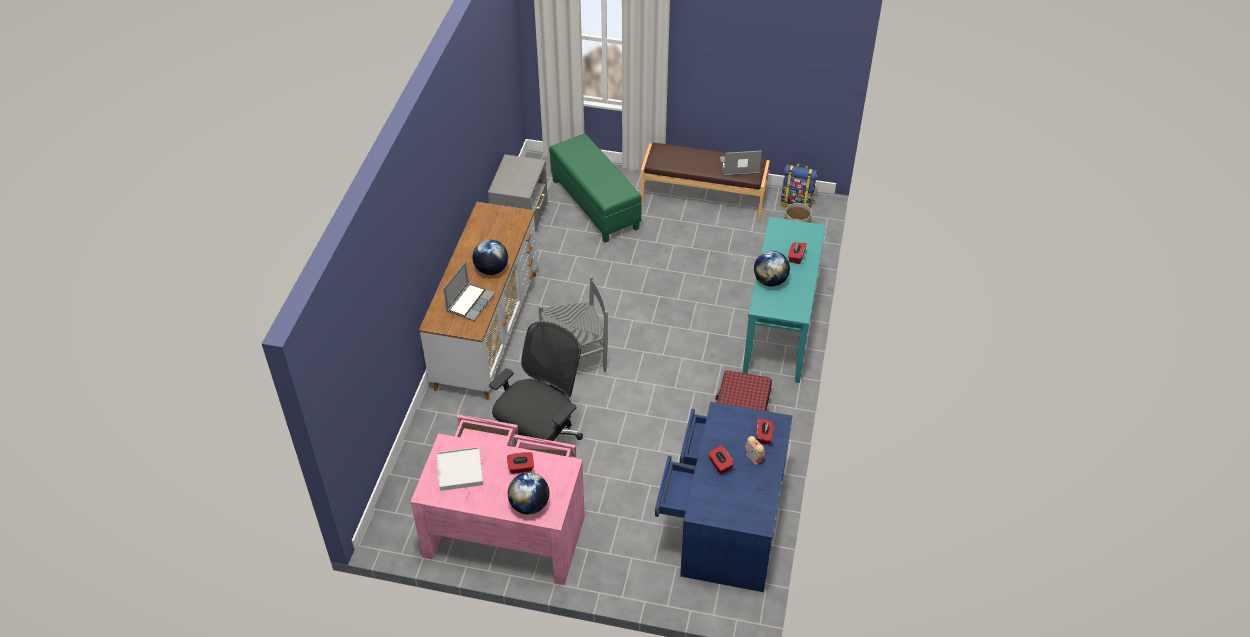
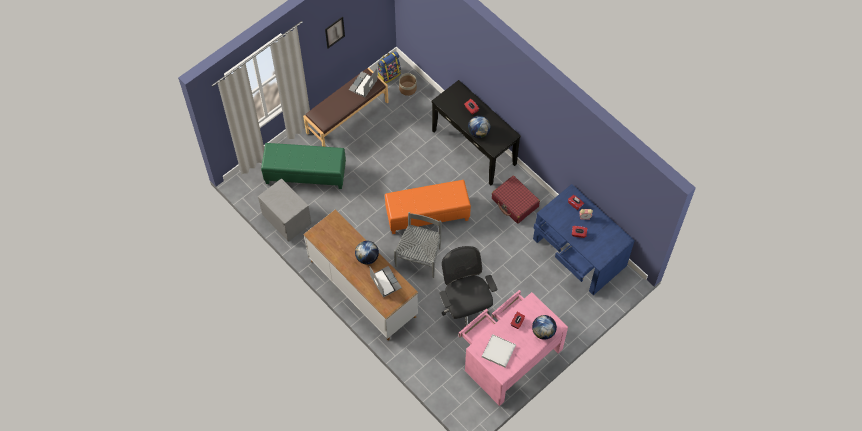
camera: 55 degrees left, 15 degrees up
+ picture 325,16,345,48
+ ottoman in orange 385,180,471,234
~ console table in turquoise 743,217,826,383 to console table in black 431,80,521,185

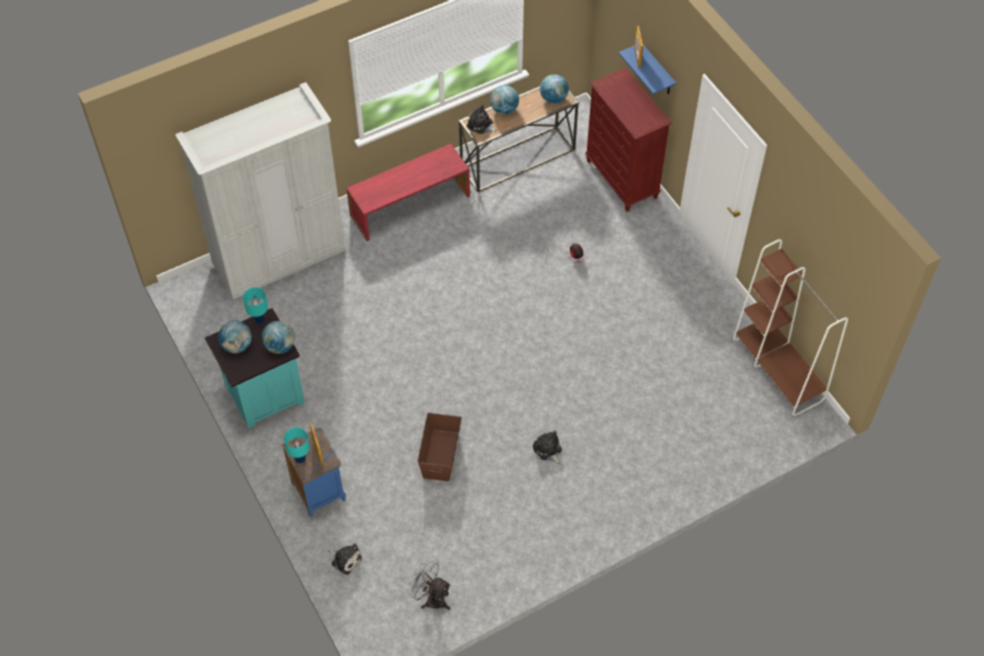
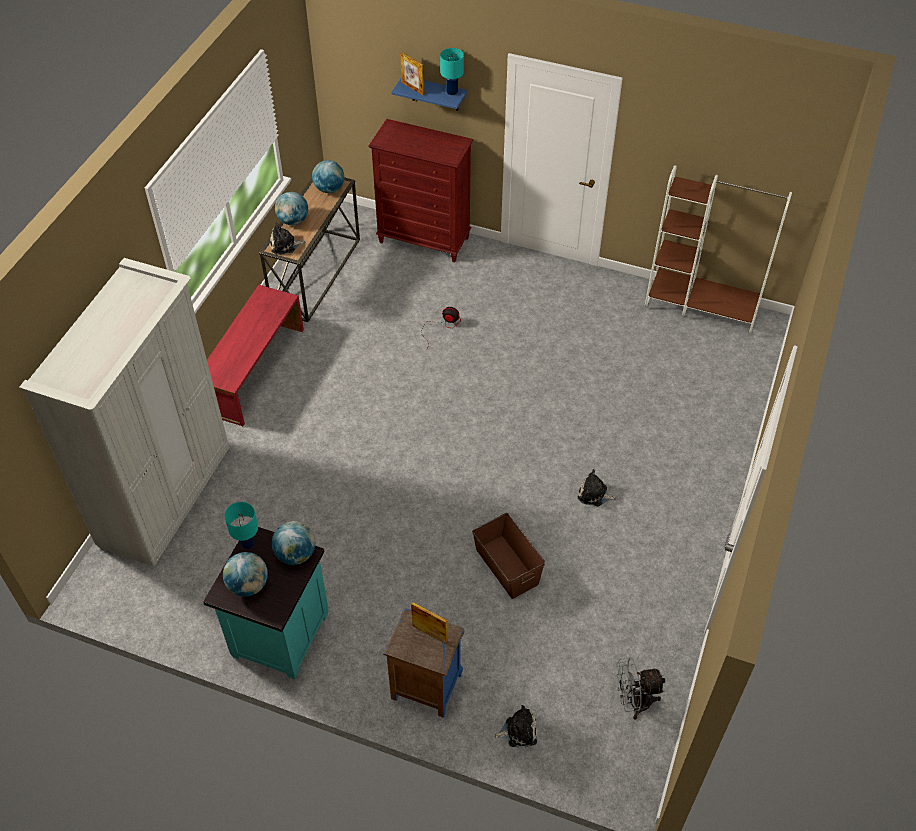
camera: 40 degrees left, 5 degrees down
~ table lamp in turquoise 284,427,310,463 to 440,48,464,95

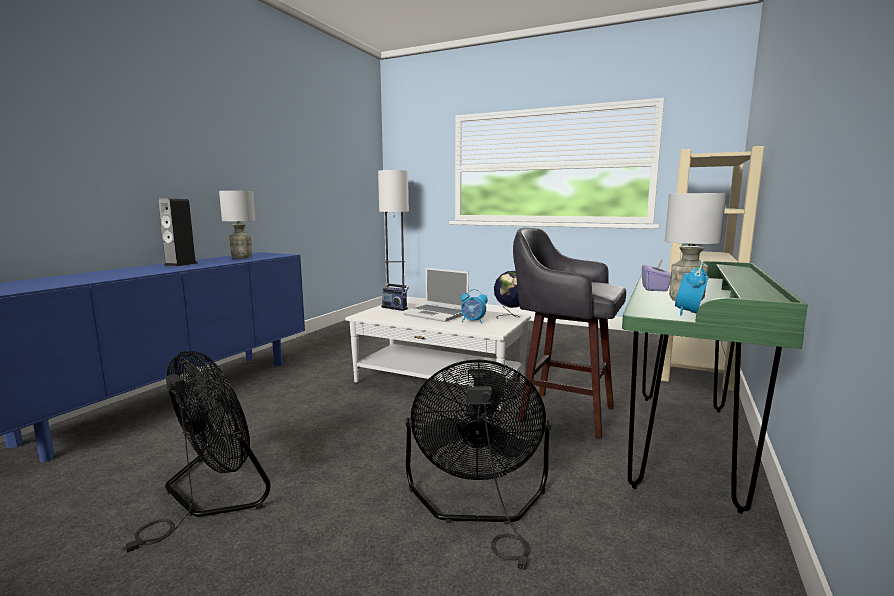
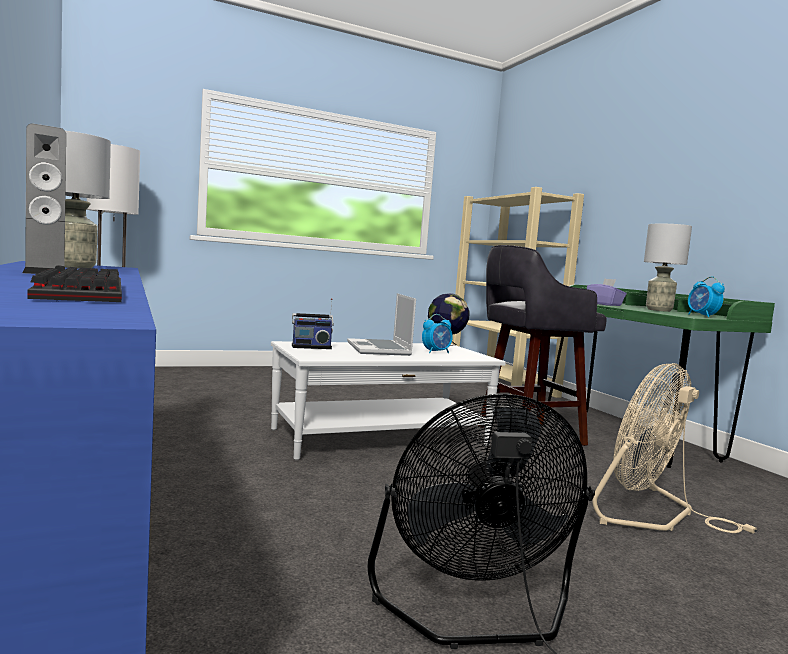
camera: 50 degrees left, 5 degrees down
+ keyboard 27,265,122,302
~ laptop 402,268,469,322 = 347,293,416,356 90 degrees clockwise
~ fan in black 406,360,551,570 to fan in beige 592,363,759,533

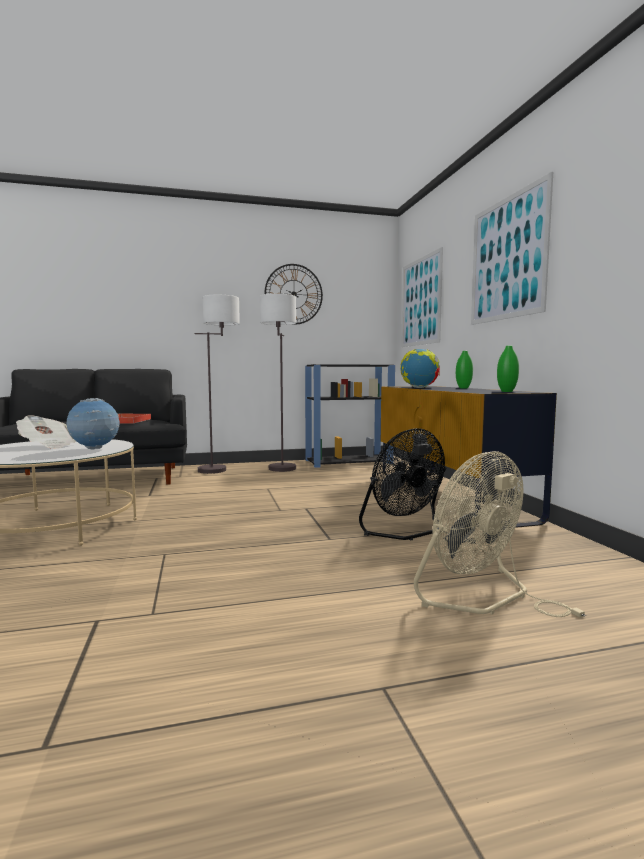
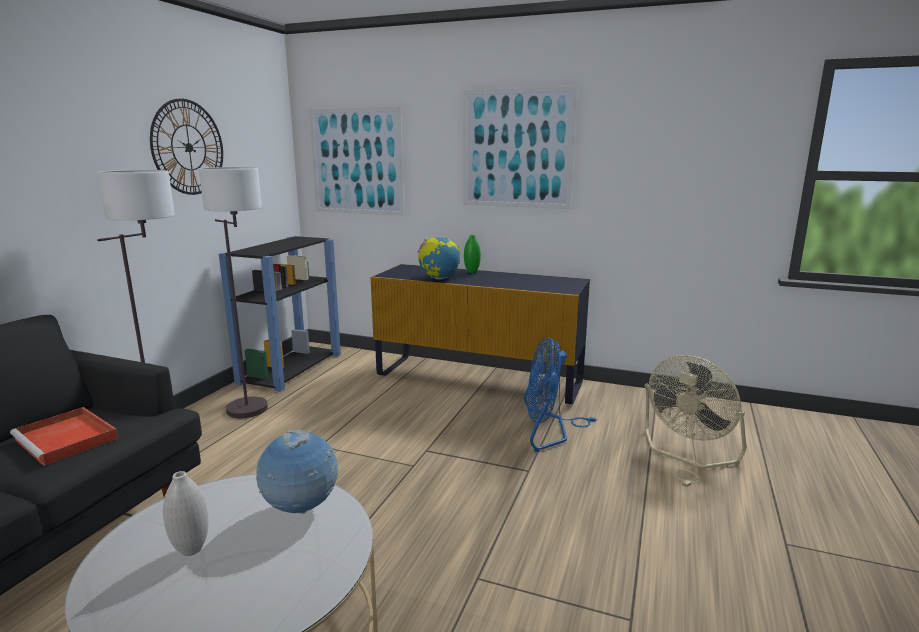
camera: 55 degrees left, 10 degrees up
~ newspaper 16,415,76,449 to vase in white 163,471,209,556
~ fan in black 359,428,476,544 to fan in blue 524,338,596,453
~ fan in beige 414,451,585,618 = 645,355,746,487 135 degrees clockwise
- vase in green 497,346,519,392

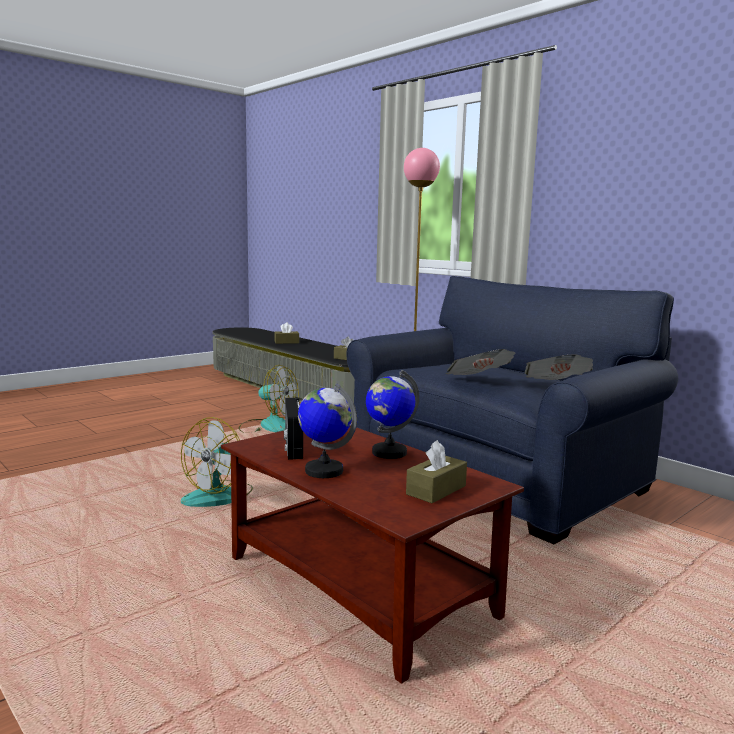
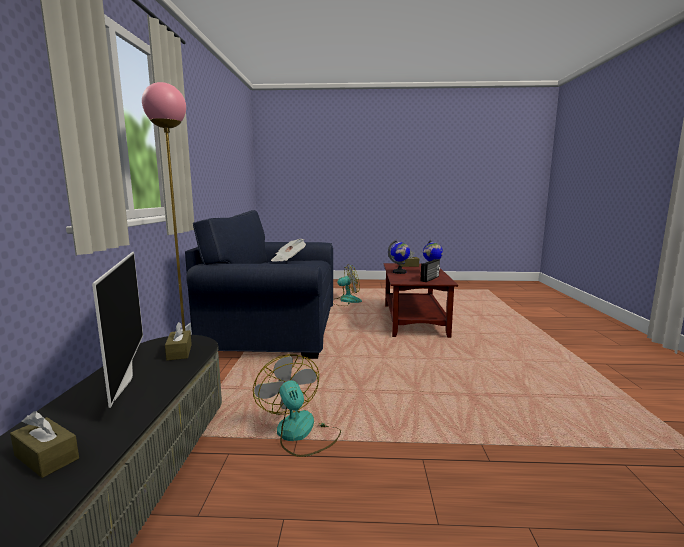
camera: 135 degrees left, 0 degrees up
+ television 92,252,143,408
~ fan 181,417,253,507 to 333,264,362,306
- newspaper 446,349,516,375

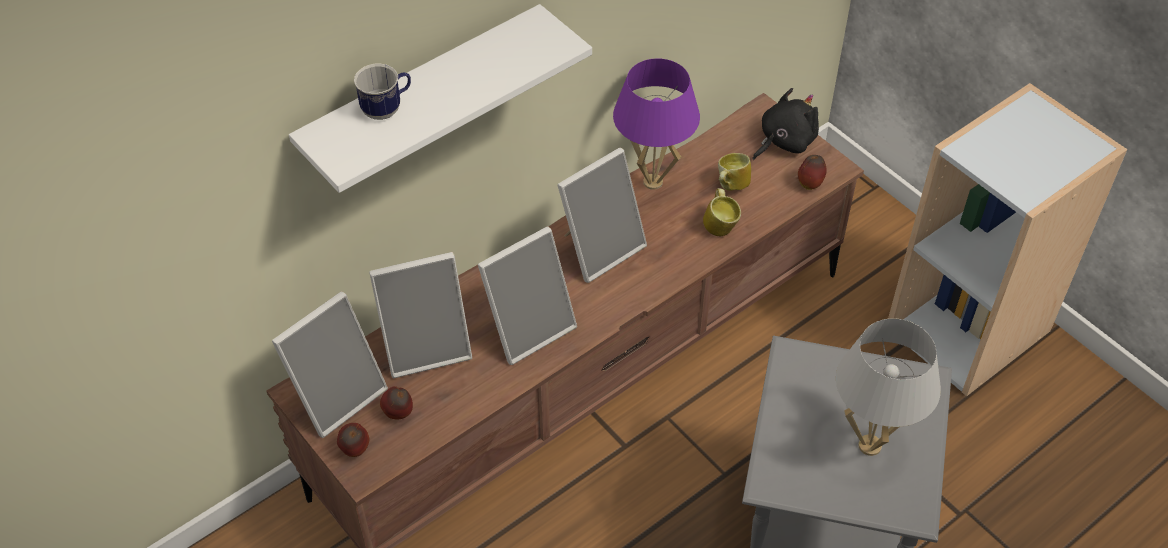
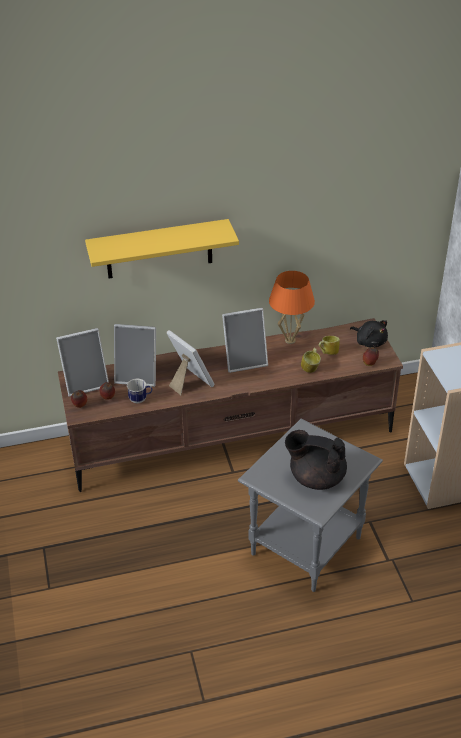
camera: 25 degrees right, 10 degrees down
~ shelf in white 289,4,592,193 to shelf in yellow 85,219,239,279
~ mug 354,64,411,120 to 127,379,152,403
~ picture frame 478,227,577,365 = 166,330,214,395 120 degrees counterclockwise
~ table lamp in purple 613,58,700,190 to table lamp in orange 269,271,315,344
~ table lamp in white 836,318,941,456 to teapot in black 285,430,347,490
~ plush toy in black 753,88,819,160 = 350,320,388,347 60 degrees clockwise

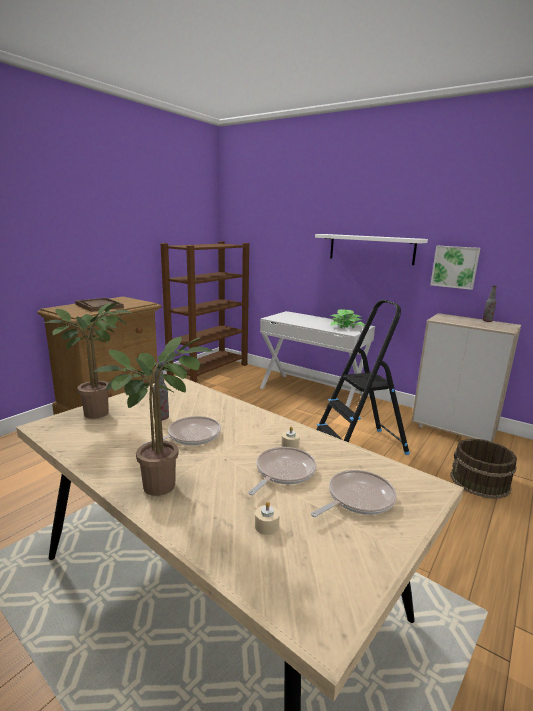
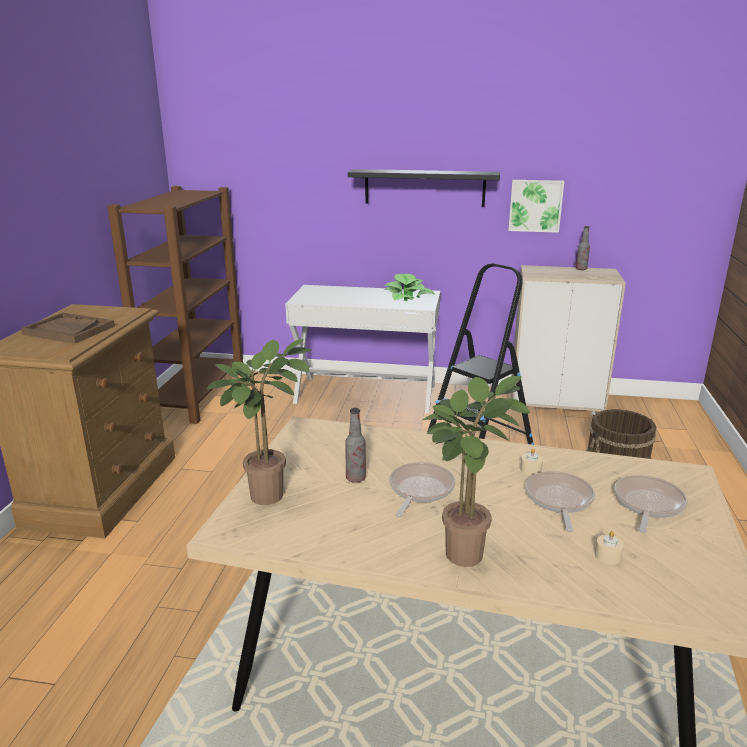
camera: 25 degrees left, 5 degrees up
~ shelf in white 315,234,428,265 to shelf in black 348,169,500,207

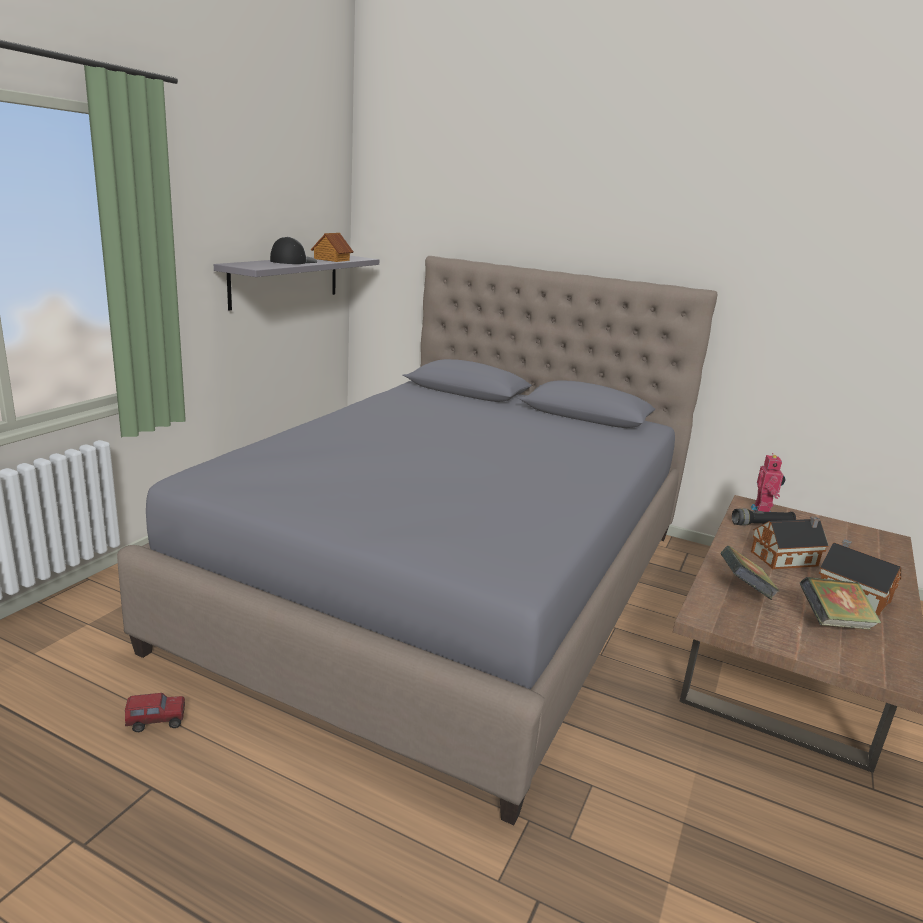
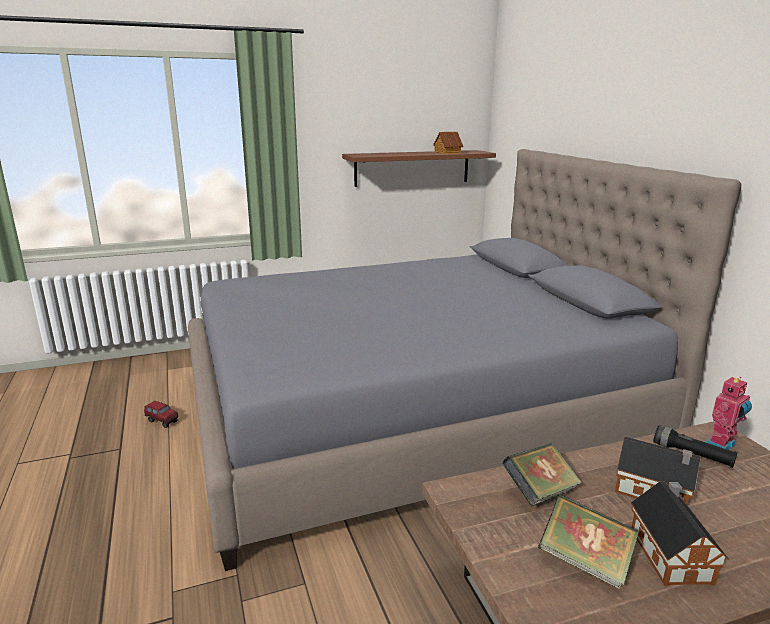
camera: 45 degrees right, 0 degrees up
~ shelf in grey 214,256,379,310 to shelf in brown 342,150,496,187
- cap 270,236,317,264

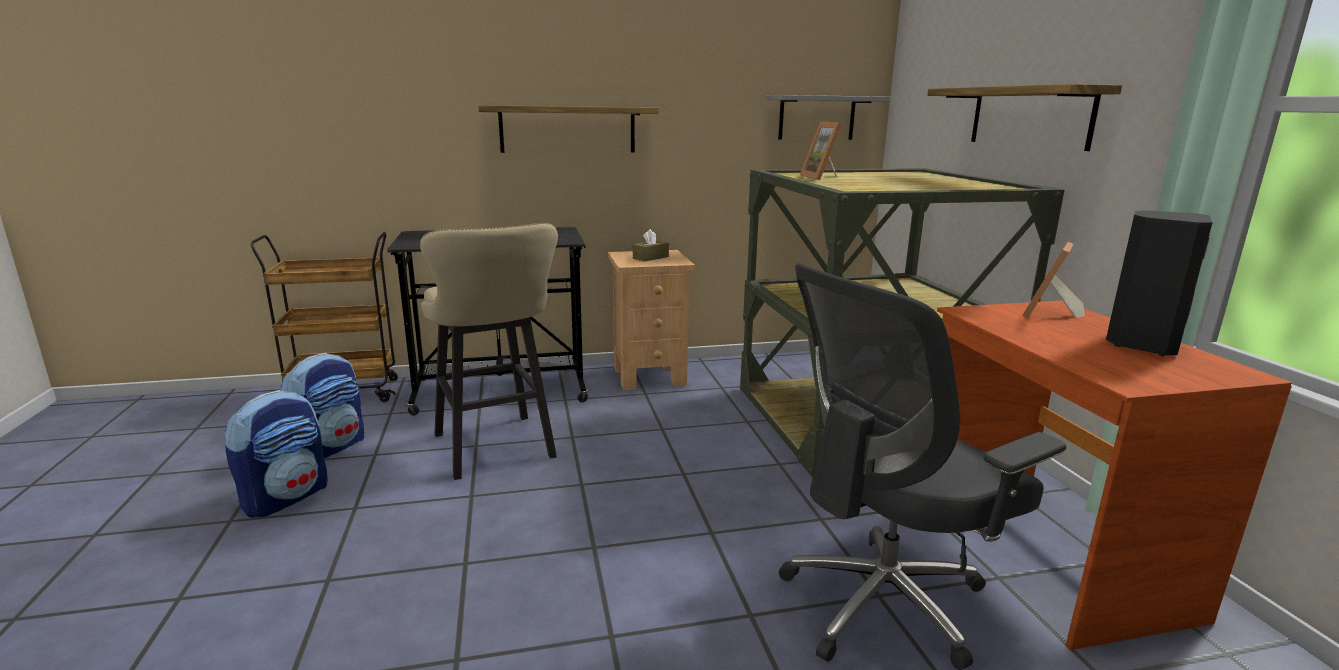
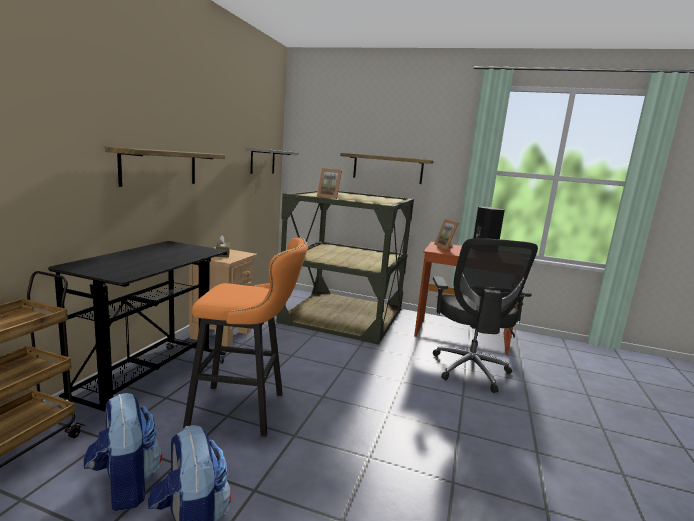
camera: 60 degrees left, 5 degrees down
~ stool in beige 420,223,558,480 to stool in orange 183,238,308,437

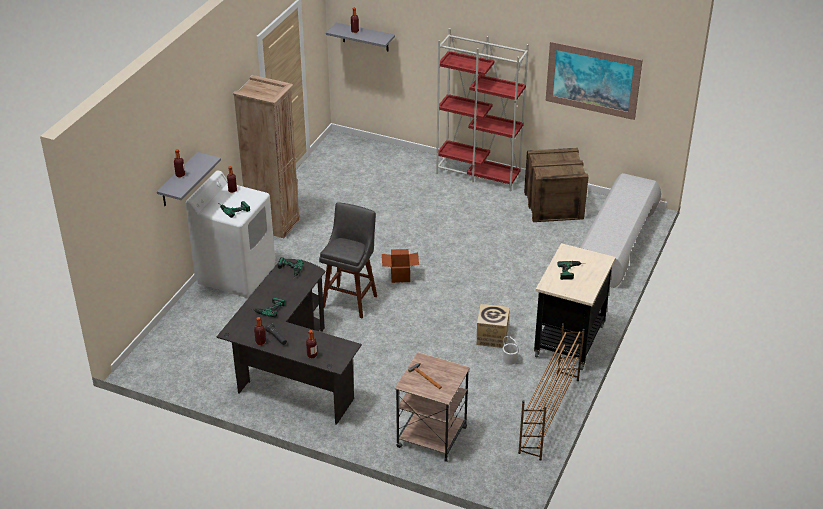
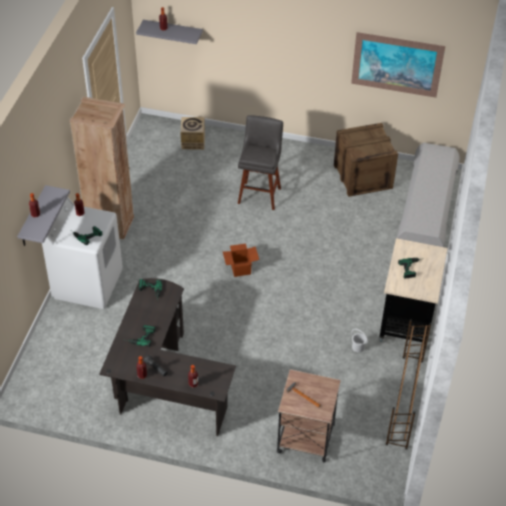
camera: 10 degrees left, 10 degrees up
~ cardboard box 477,304,510,348 to 180,117,205,150
~ stool in grey 319,202,377,318 to 238,115,283,210
- bookcase in red 436,28,529,191

